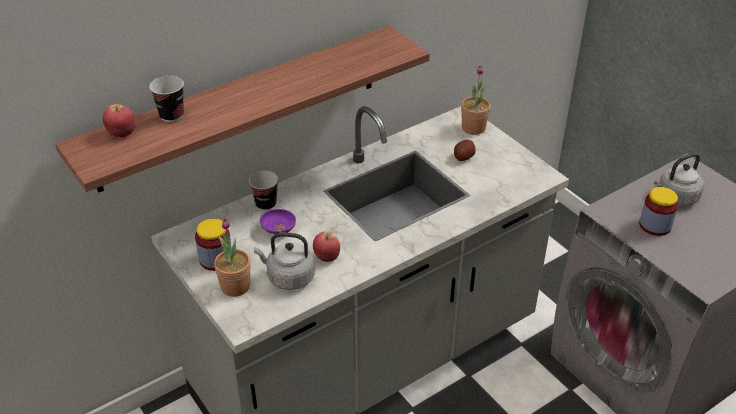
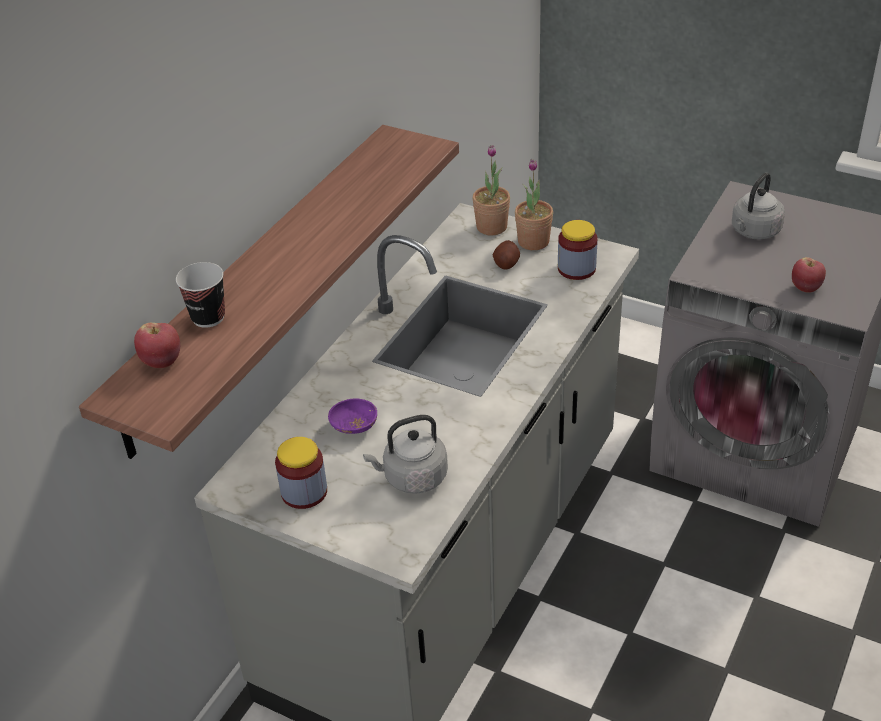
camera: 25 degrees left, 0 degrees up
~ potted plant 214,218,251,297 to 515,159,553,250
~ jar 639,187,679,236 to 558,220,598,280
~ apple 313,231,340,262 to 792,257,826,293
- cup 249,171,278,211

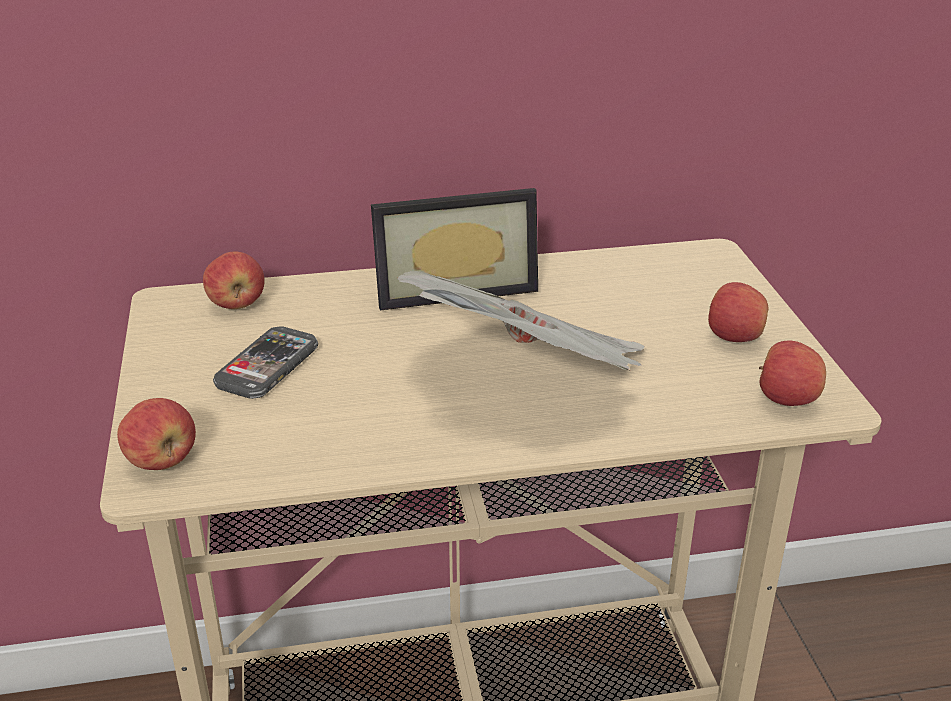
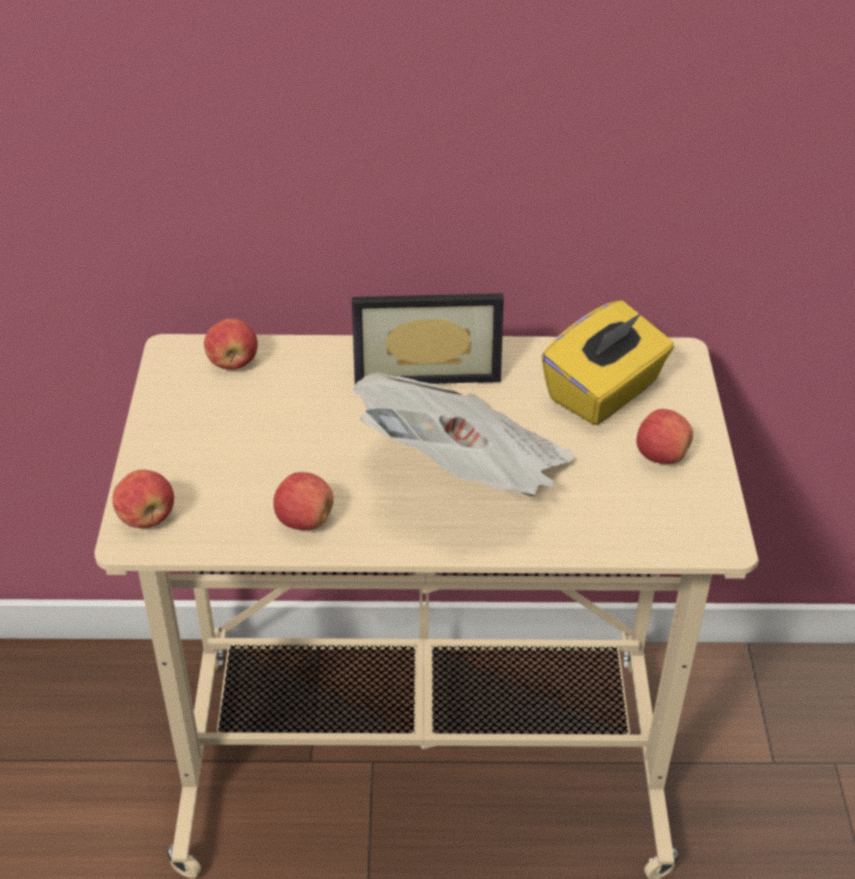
camera: 10 degrees right, 10 degrees up
~ apple 759,341,826,406 to 273,472,334,530
+ tissue box in yellow 541,300,674,425
- phone 213,326,318,399

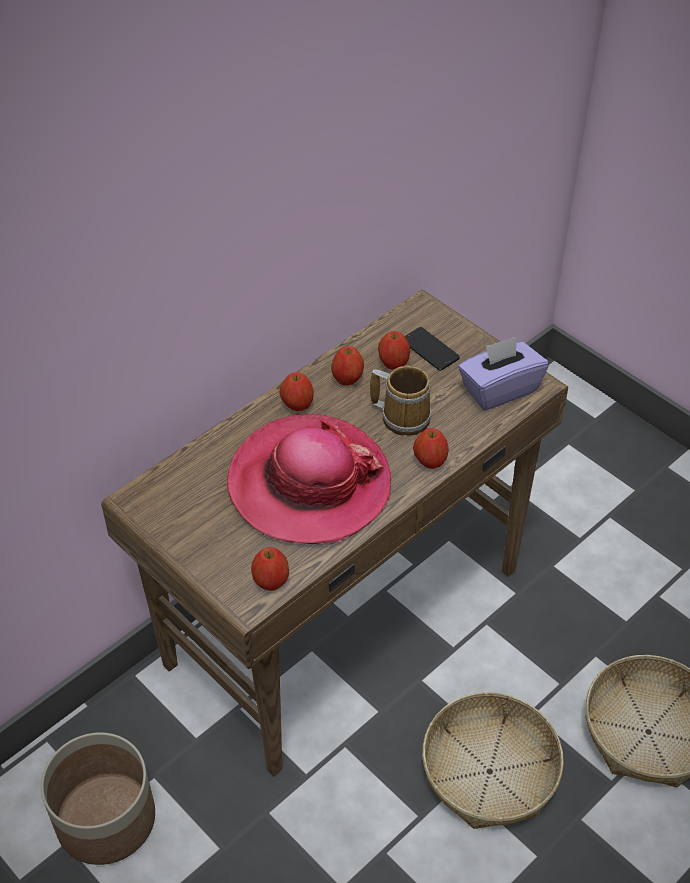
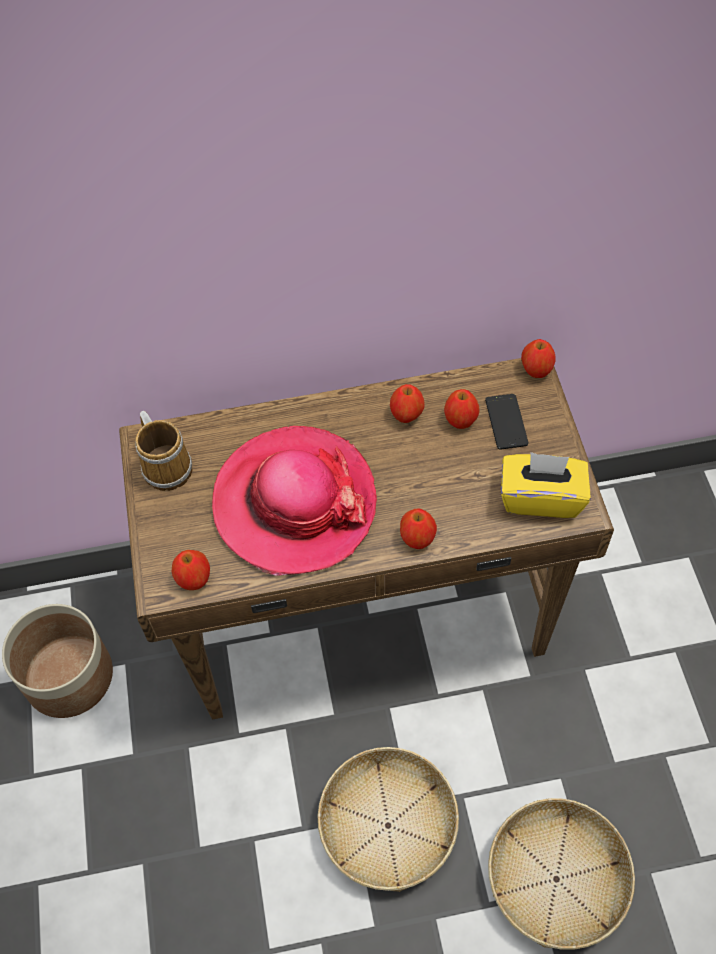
camera: 35 degrees right, 10 degrees up
~ mug 370,366,431,436 to 135,411,192,491
~ tissue box in purple 458,336,549,410 to tissue box in yellow 501,452,591,518
~ apple 280,372,314,412 to 521,339,555,378

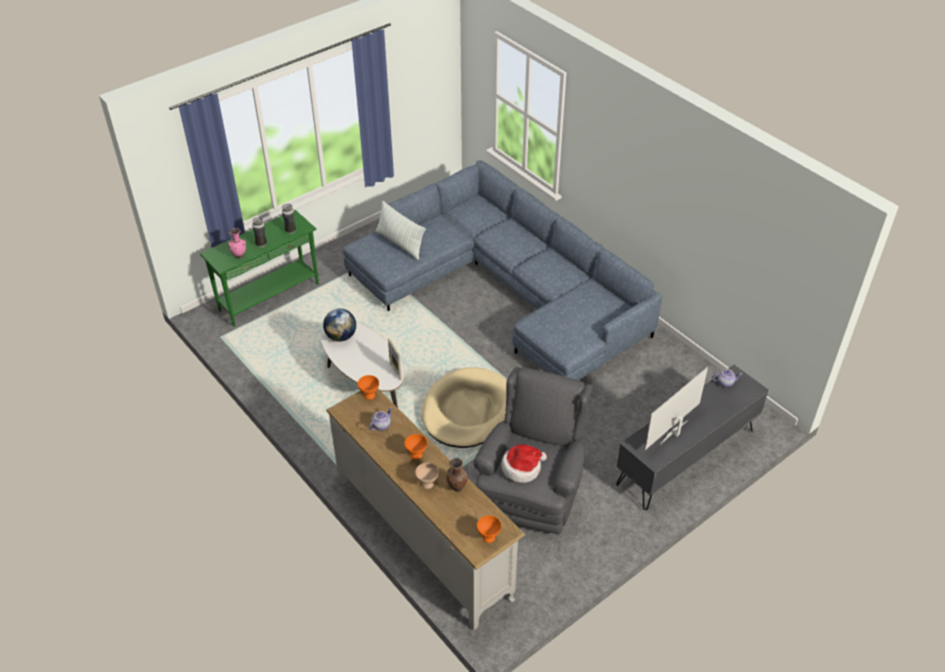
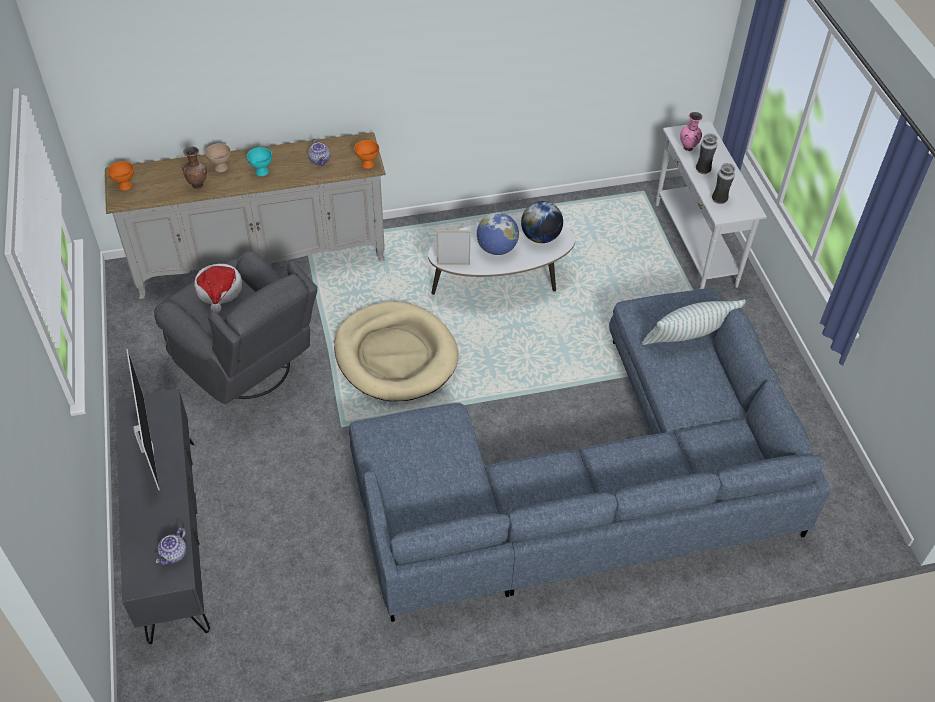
camera: 115 degrees right, 5 degrees up
~ bowl in orange 404,434,427,460 to bowl in turquoise 247,147,272,176
+ globe 477,212,519,255
~ console table in green 200,210,319,327 to console table in white 655,121,767,289

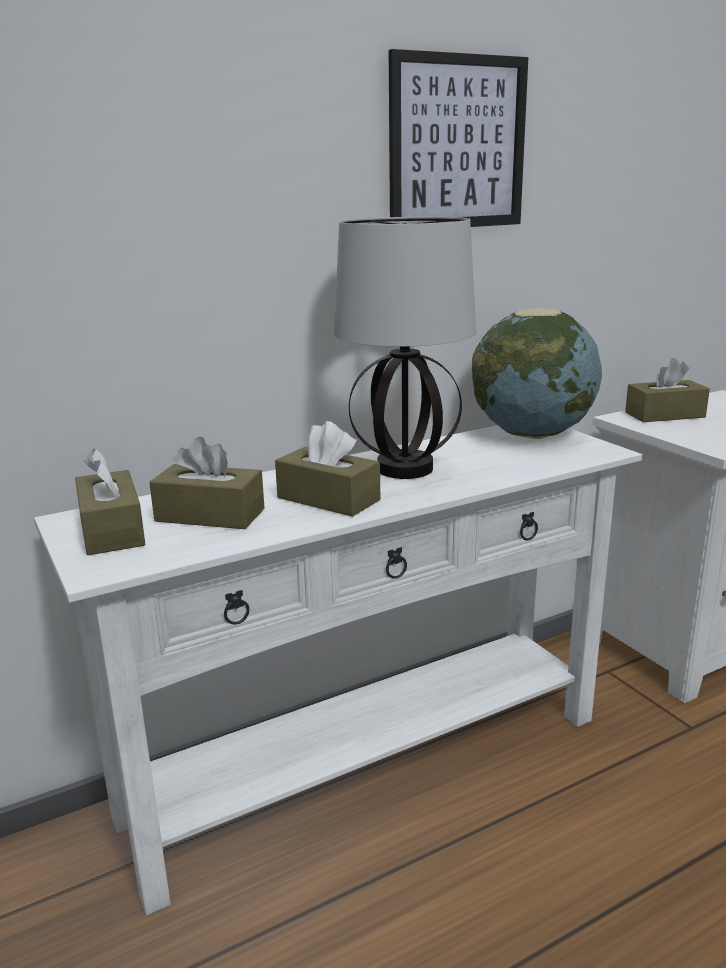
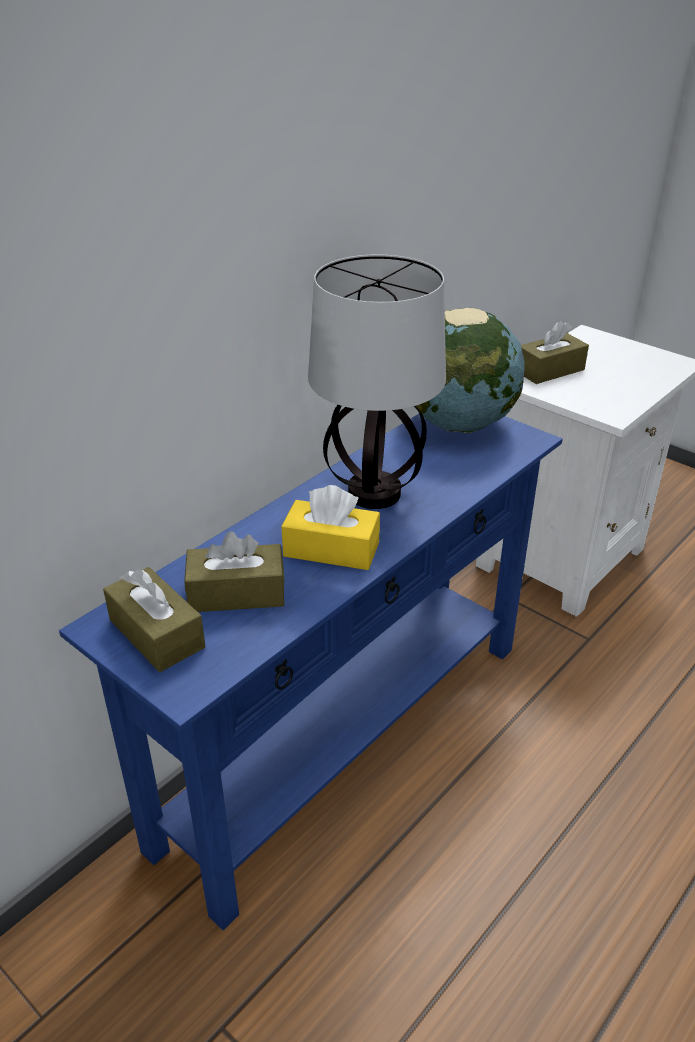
camera: 20 degrees left, 15 degrees up
~ console table in white 34,425,642,915 to console table in blue 59,414,563,930
~ tissue box in brown 275,421,380,517 to tissue box in yellow 281,485,380,570
- picture 389,49,528,227

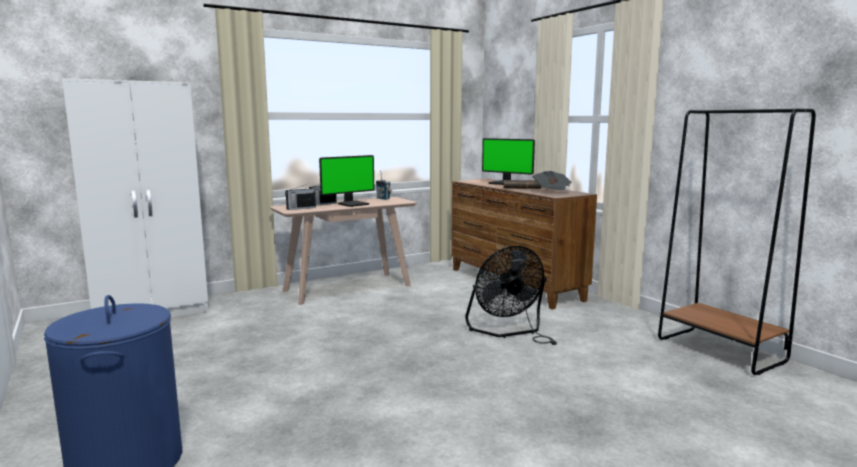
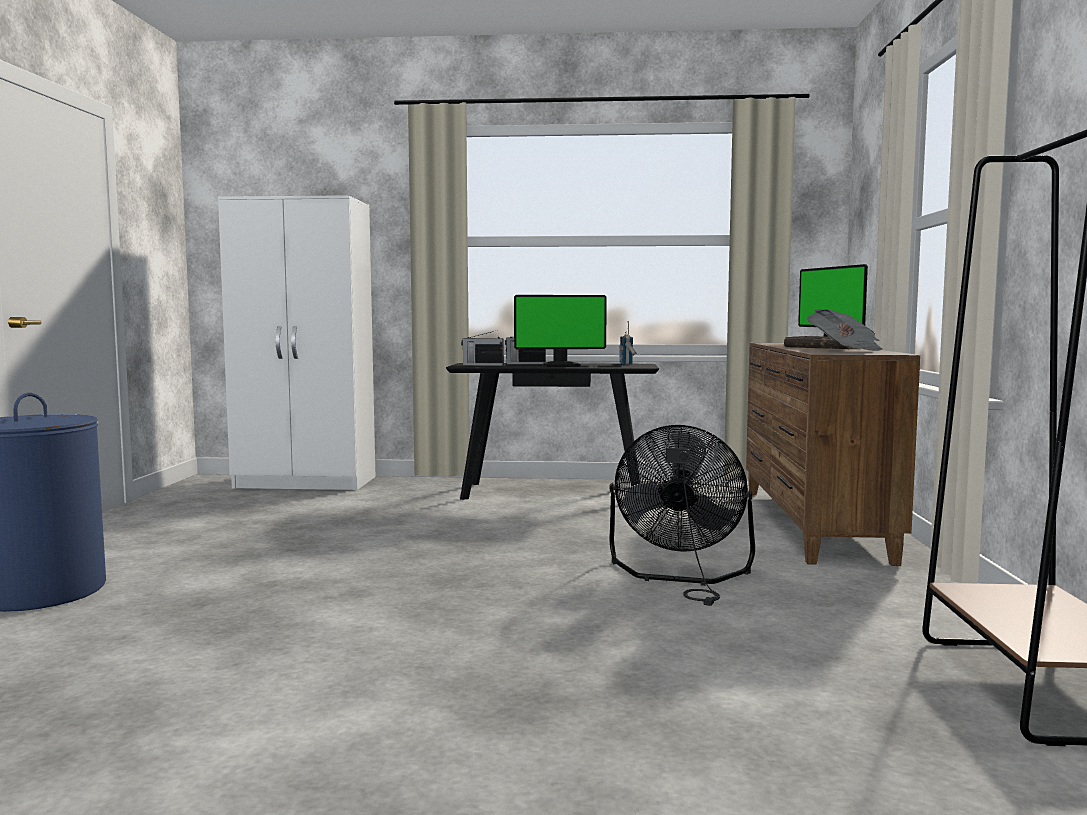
camera: 35 degrees right, 5 degrees down
~ console table in beige 270,197,417,305 to console table in black 446,363,659,500

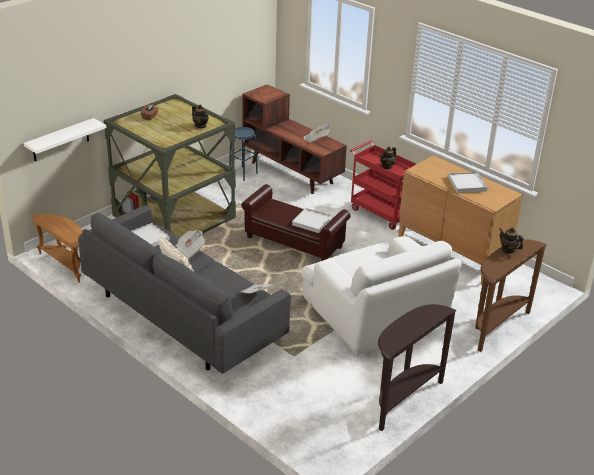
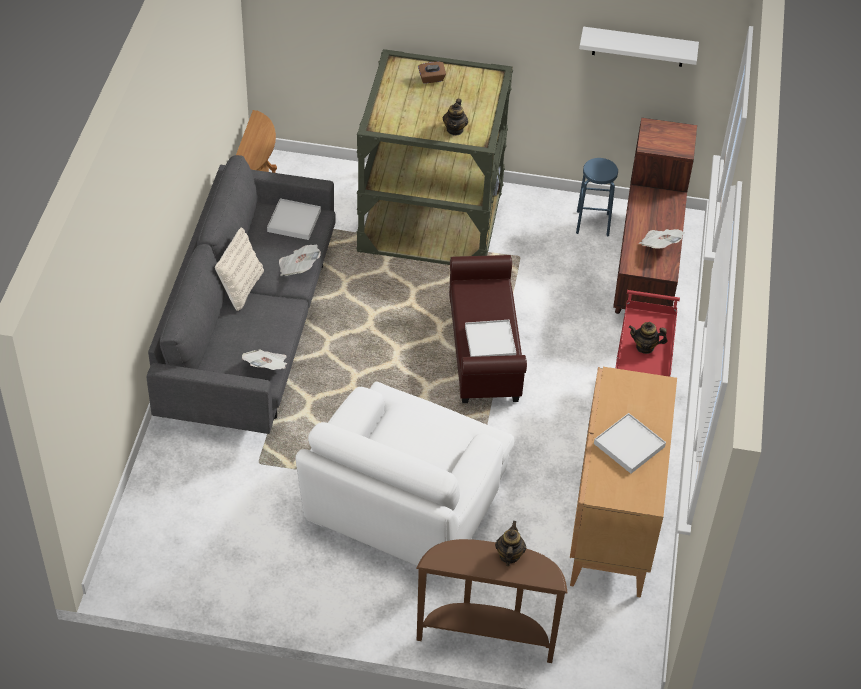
camera: 55 degrees right, 15 degrees up
~ shelf in white 24,118,106,161 to 579,26,699,67
- console table in brown 378,304,457,431

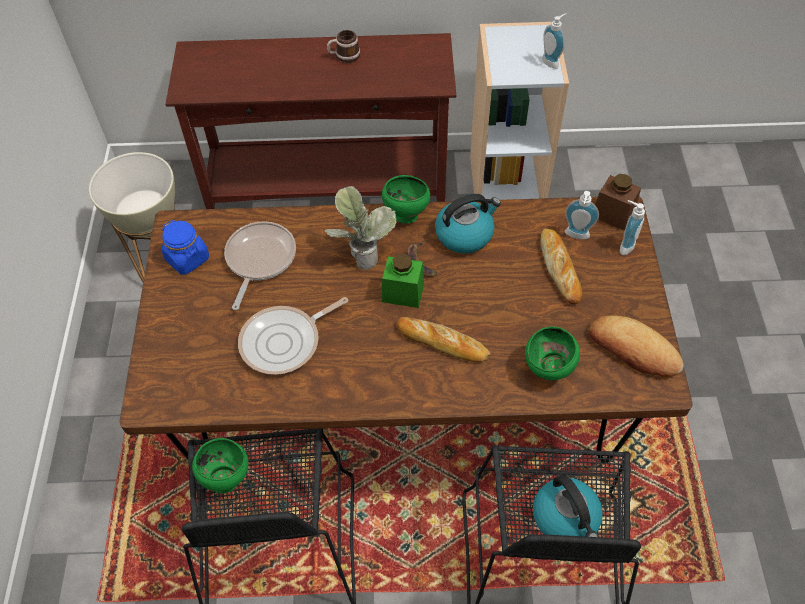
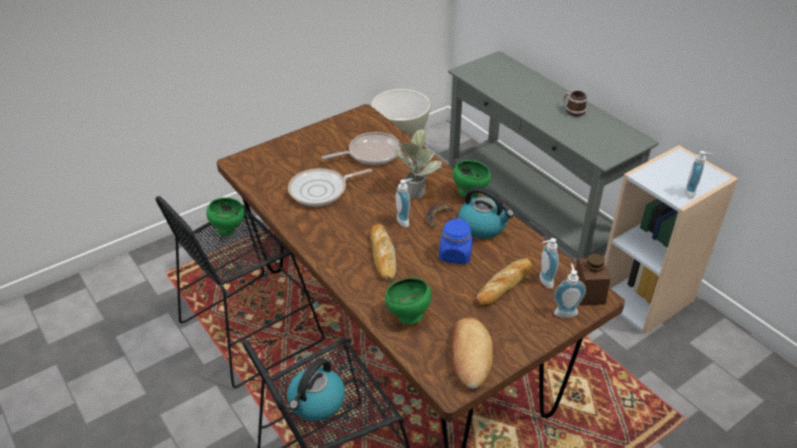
camera: 55 degrees right, 15 degrees down
~ frying pan 238,297,348,375 = 288,168,372,207 45 degrees counterclockwise
~ jar in green 382,253,424,308 to soap dispenser 396,178,413,227
~ jar in blue 161,220,209,275 to 439,217,473,264
~ console table in brown 165,33,456,209 to console table in grey 448,51,659,263

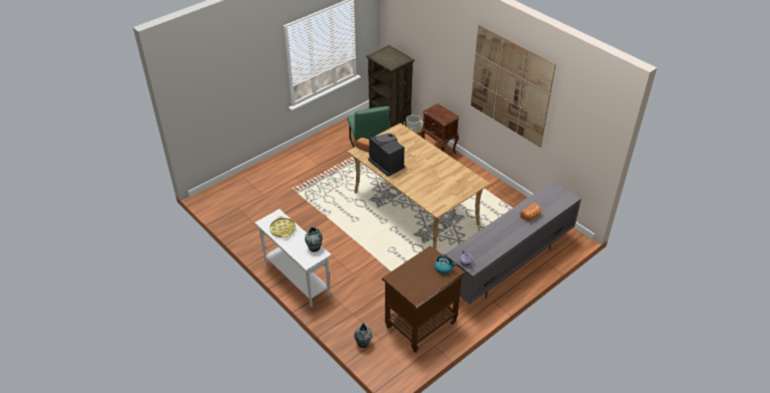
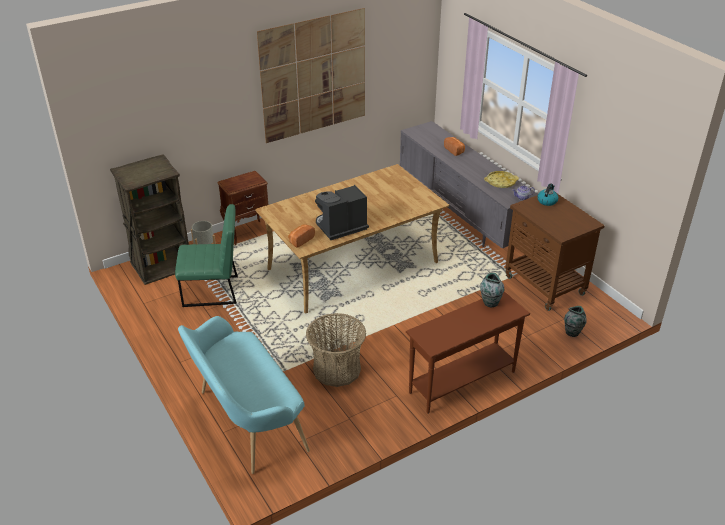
camera: 80 degrees left, 5 degrees down
+ bench in turquoise 178,316,310,474
+ basket 306,313,366,387
~ console table in white 255,209,332,307 to console table in brown 406,291,530,414
~ tray in yellow 270,216,296,238 to 484,171,519,188

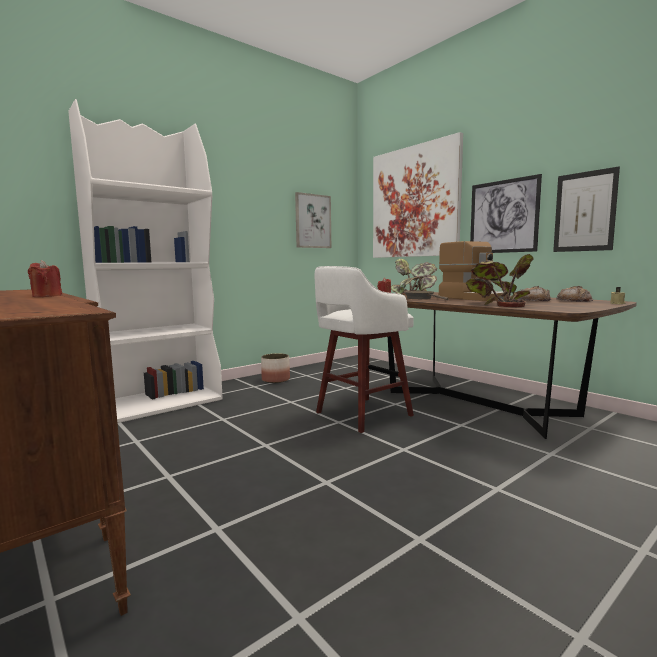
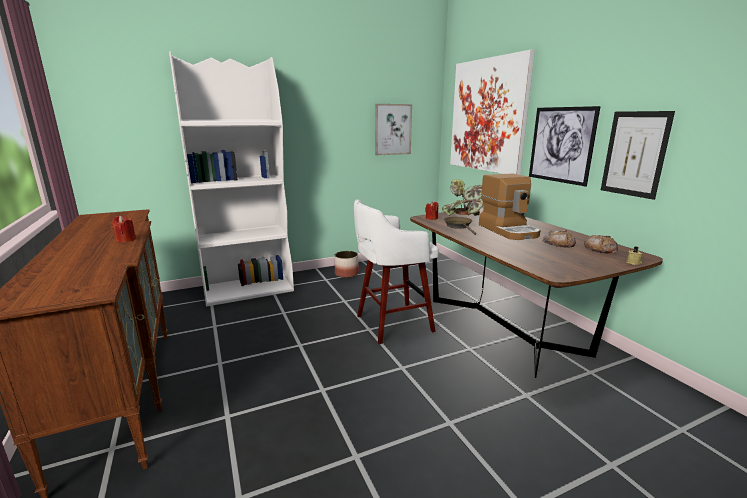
camera: 15 degrees right, 10 degrees up
- potted plant 466,254,534,307

